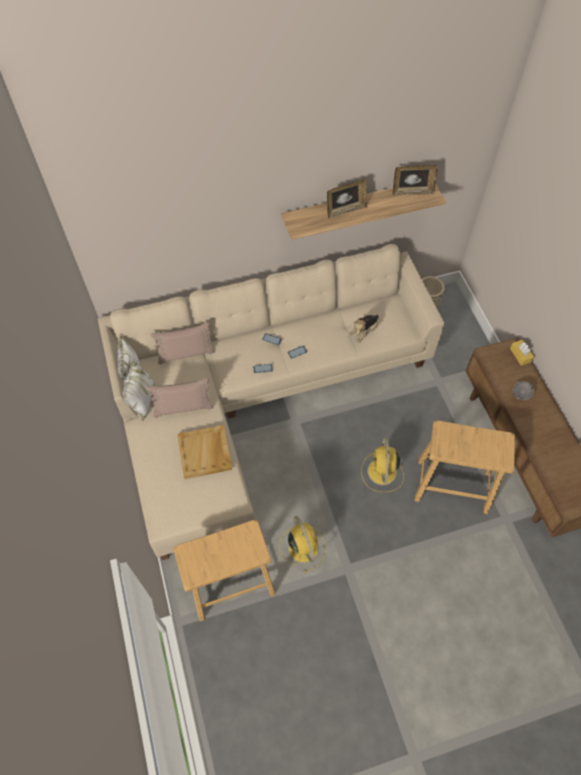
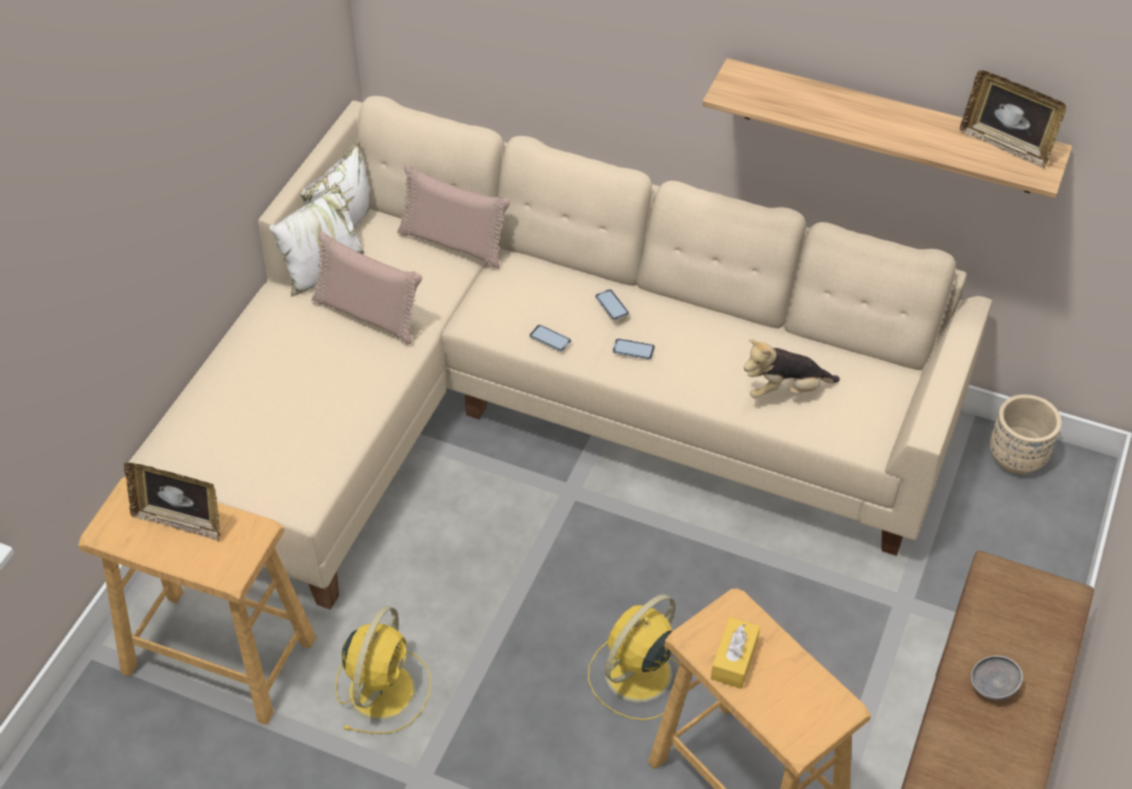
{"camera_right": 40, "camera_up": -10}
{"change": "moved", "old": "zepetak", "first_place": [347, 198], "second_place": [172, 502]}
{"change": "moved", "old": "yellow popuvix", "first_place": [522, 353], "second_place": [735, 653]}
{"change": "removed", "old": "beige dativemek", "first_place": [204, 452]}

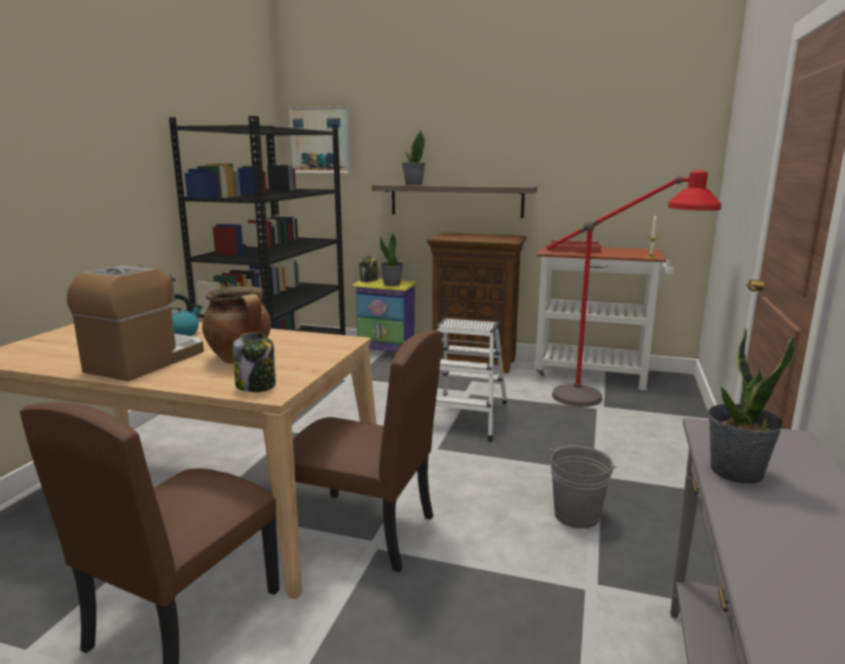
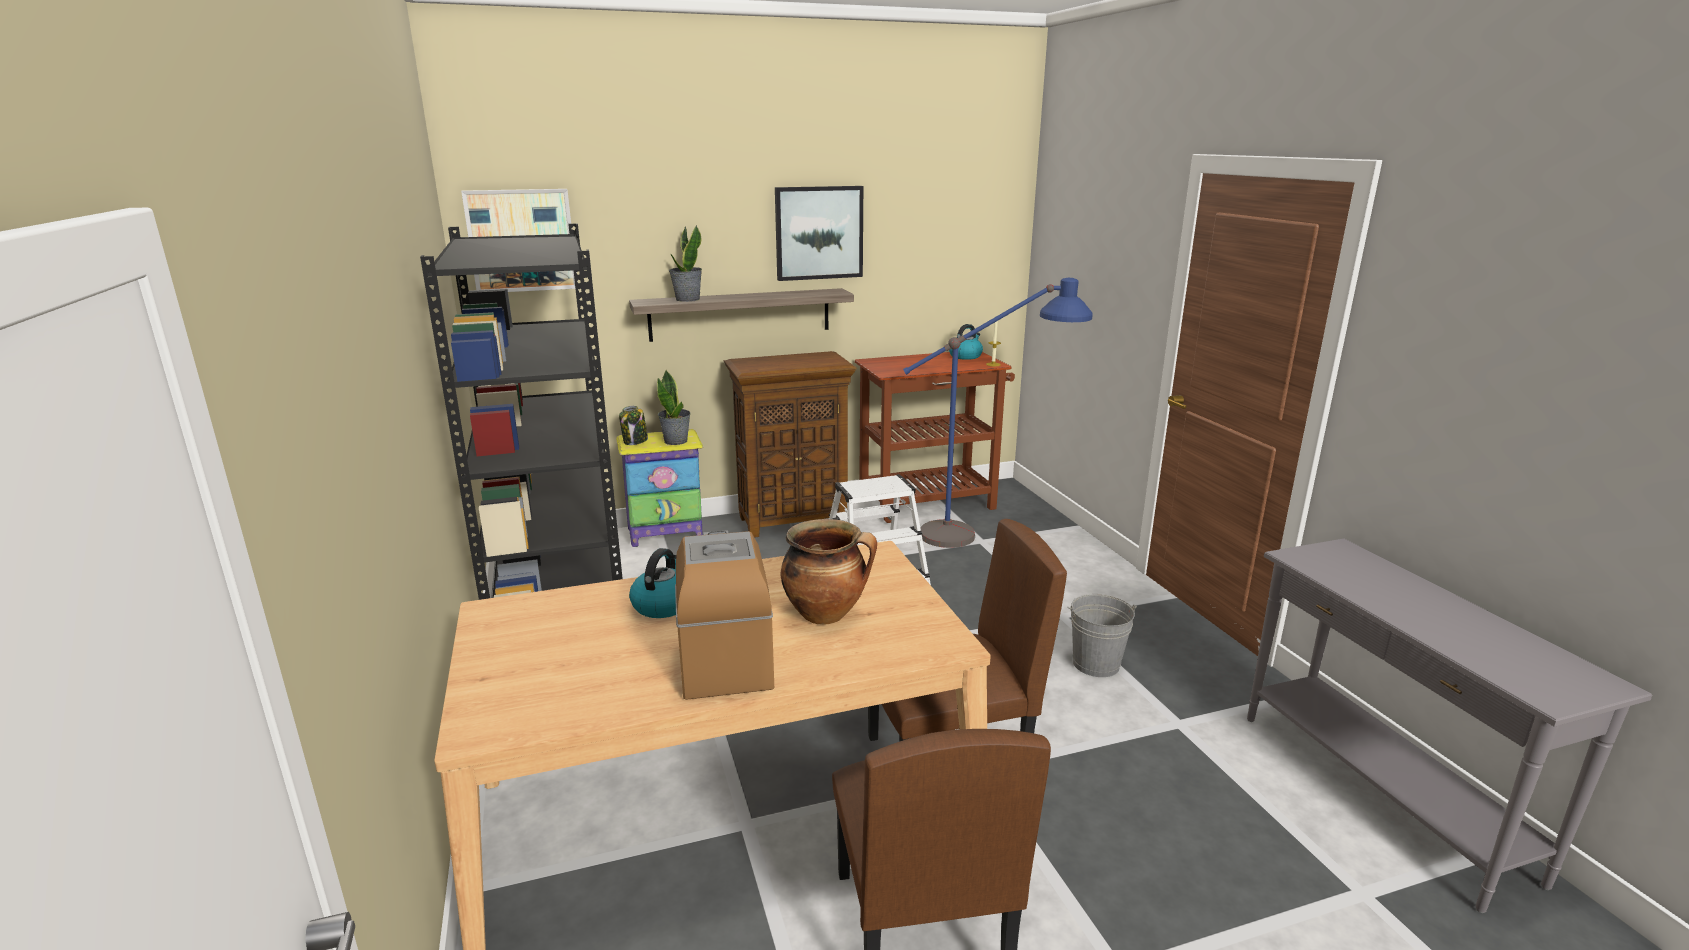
{"camera_right": -35, "camera_up": 5}
{"change": "added", "new": "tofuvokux", "second_place": [819, 233]}
{"change": "recoloured", "old": "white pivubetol", "new": "brown pivubetol", "first_place": [604, 318], "second_place": [935, 437]}
{"change": "recoloured", "old": "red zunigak", "new": "blue zunigak", "first_place": [633, 288], "second_place": [998, 413]}
{"change": "added", "new": "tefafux", "second_place": [966, 342]}
{"change": "removed", "old": "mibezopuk", "first_place": [254, 362]}
{"change": "removed", "old": "red dativemek", "first_place": [576, 246]}
{"change": "removed", "old": "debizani", "first_place": [752, 406]}

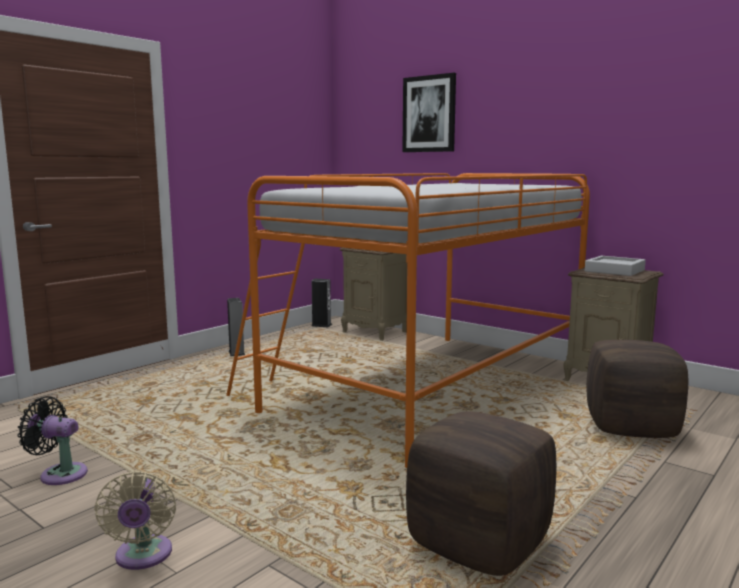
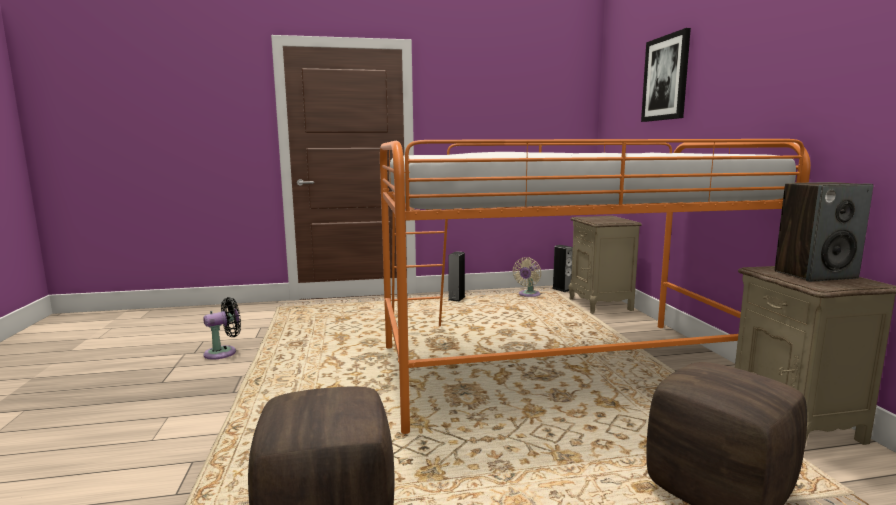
{"camera_right": 40, "camera_up": 0}
{"change": "turned", "old": "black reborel", "first_place": [53, 440], "second_place": [222, 328], "degrees": 90}
{"change": "moved", "old": "beige reborel", "first_place": [135, 520], "second_place": [527, 277]}
{"change": "replaced", "old": "grey dativemek", "new": "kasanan", "first_place": [615, 266], "second_place": [824, 232]}

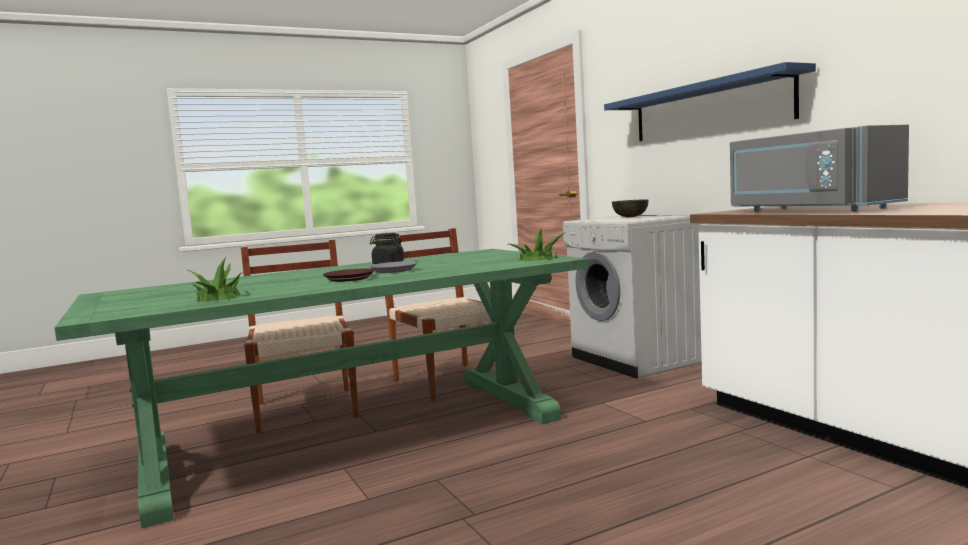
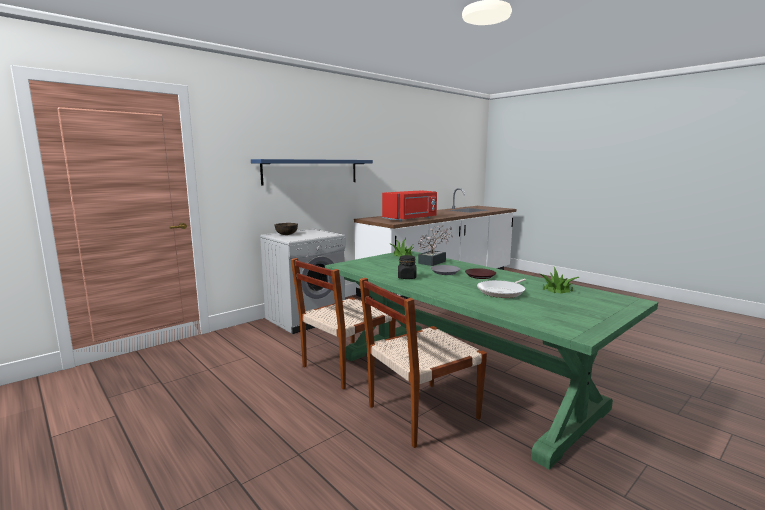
{"camera_right": -105, "camera_up": 5}
{"change": "recoloured", "old": "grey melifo", "new": "red melifo", "first_place": [819, 168], "second_place": [409, 205]}
{"change": "added", "new": "debizani", "second_place": [435, 245]}
{"change": "added", "new": "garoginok", "second_place": [501, 288]}

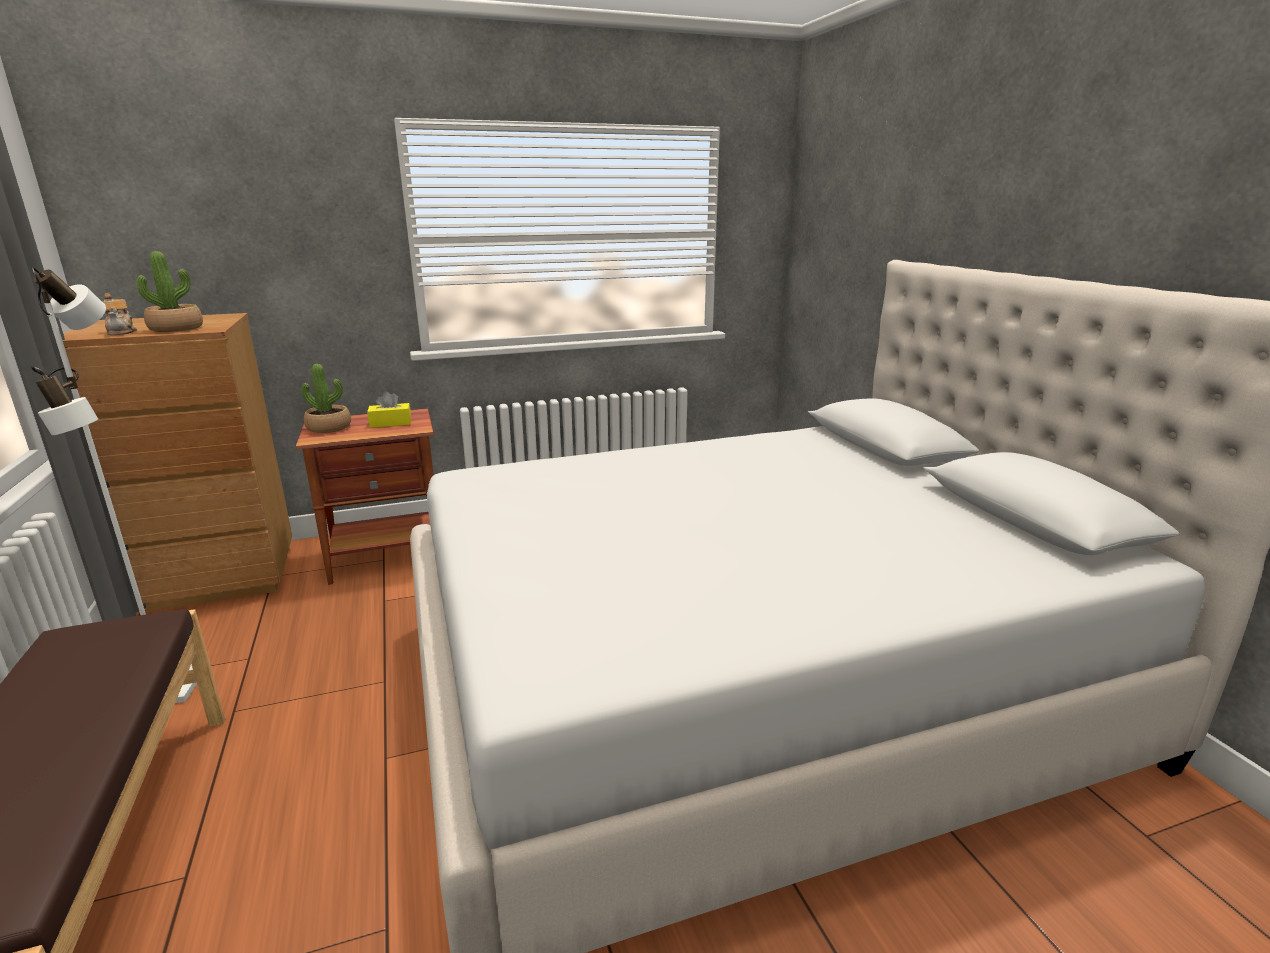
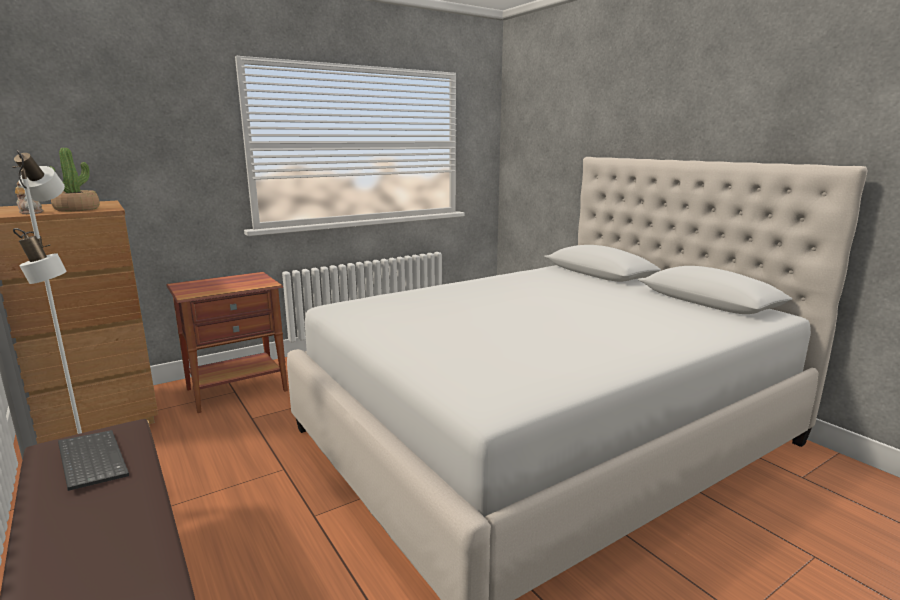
{"camera_right": -15, "camera_up": -5}
{"change": "added", "new": "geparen", "second_place": [93, 460]}
{"change": "removed", "old": "debizani", "first_place": [326, 398]}
{"change": "removed", "old": "yellow popuvix", "first_place": [389, 409]}

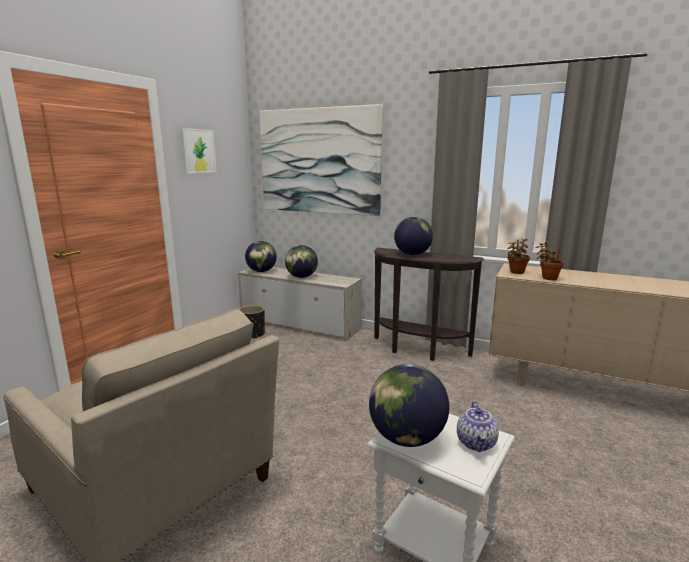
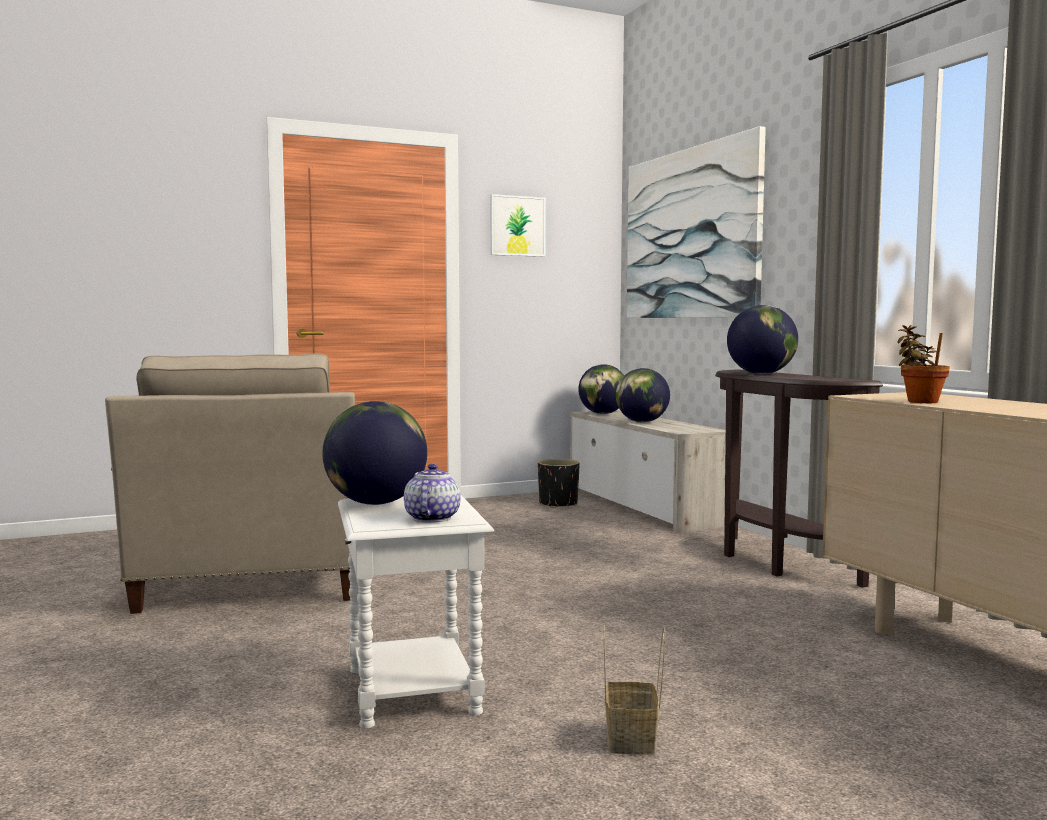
{"camera_right": 40, "camera_up": -10}
{"change": "turned", "old": "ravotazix", "first_place": [478, 426], "second_place": [432, 493], "degrees": 135}
{"change": "added", "new": "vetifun", "second_place": [634, 690]}
{"change": "removed", "old": "debizani", "first_place": [518, 256]}

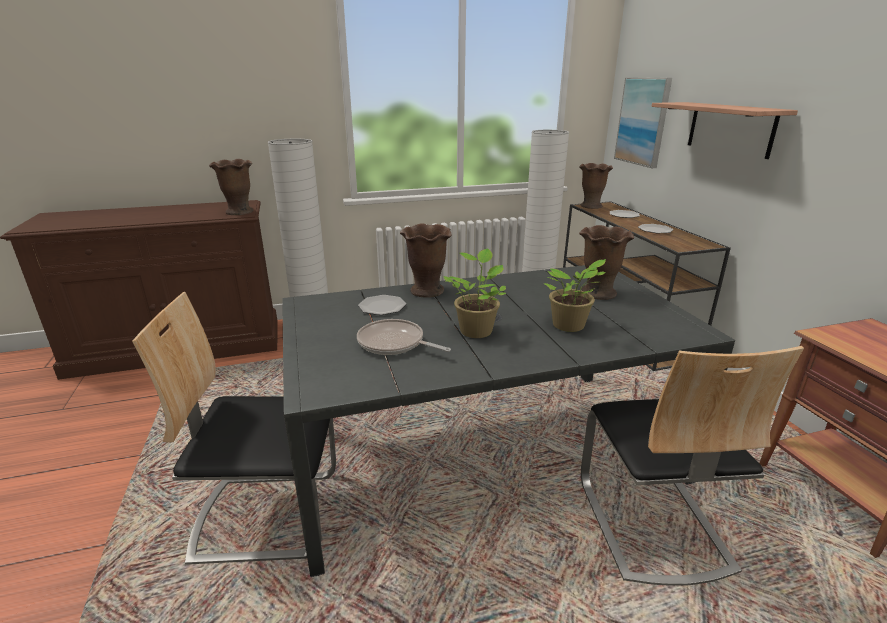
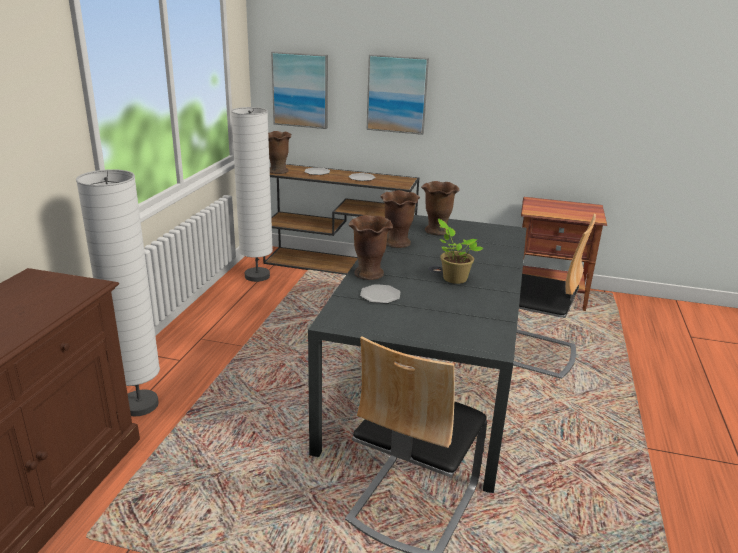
{"camera_right": -60, "camera_up": 0}
{"change": "replaced", "old": "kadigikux", "new": "tofuvokux", "first_place": [725, 130], "second_place": [398, 94]}
{"change": "moved", "old": "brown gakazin", "first_place": [231, 187], "second_place": [400, 219]}
{"change": "removed", "old": "garoginok", "first_place": [404, 337]}
{"change": "removed", "old": "debizani", "first_place": [575, 295]}

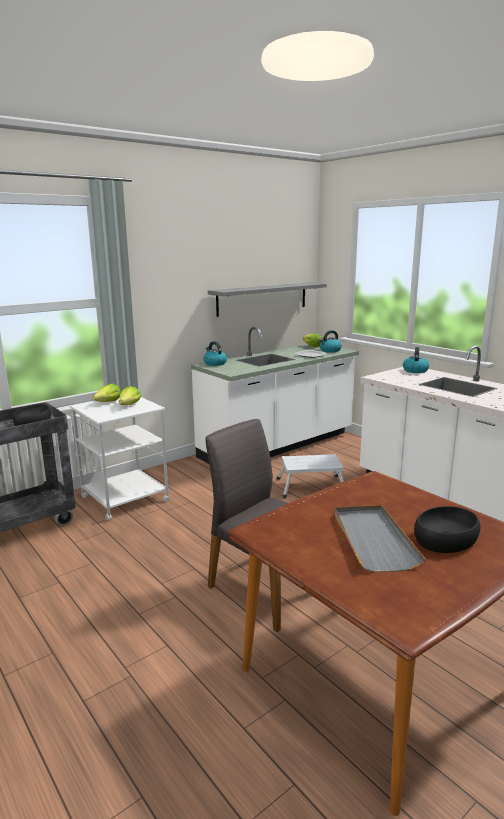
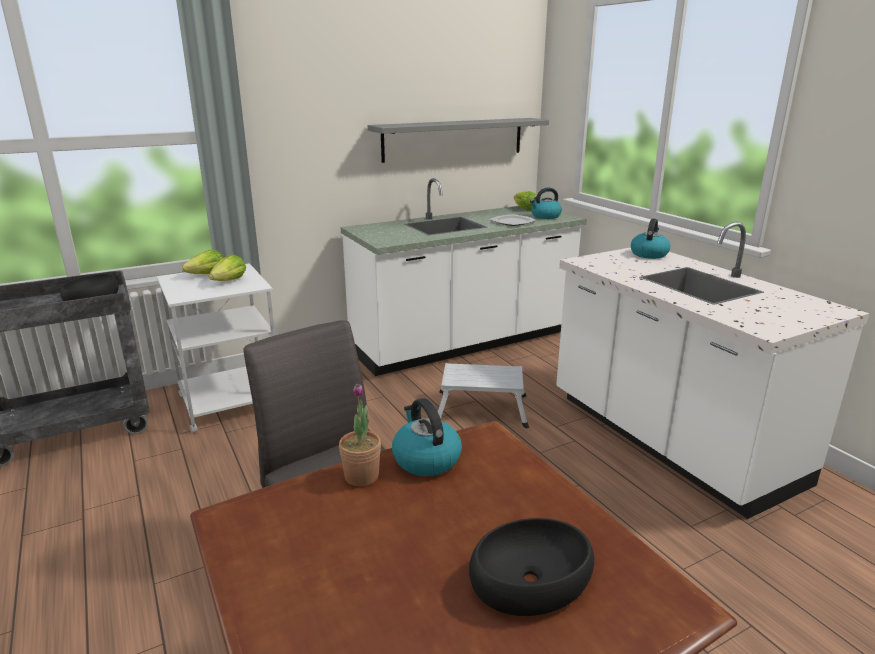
{"camera_right": 10, "camera_up": 5}
{"change": "added", "new": "debizani", "second_place": [360, 435]}
{"change": "moved", "old": "tefafux", "first_place": [215, 353], "second_place": [427, 437]}
{"change": "removed", "old": "grey dativemek", "first_place": [380, 538]}

